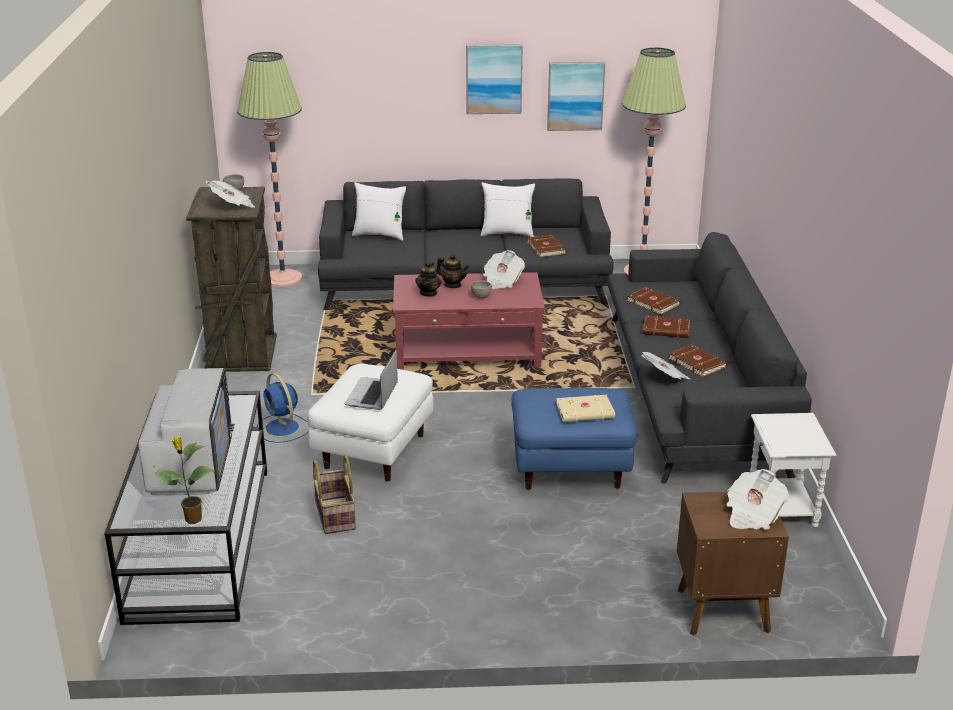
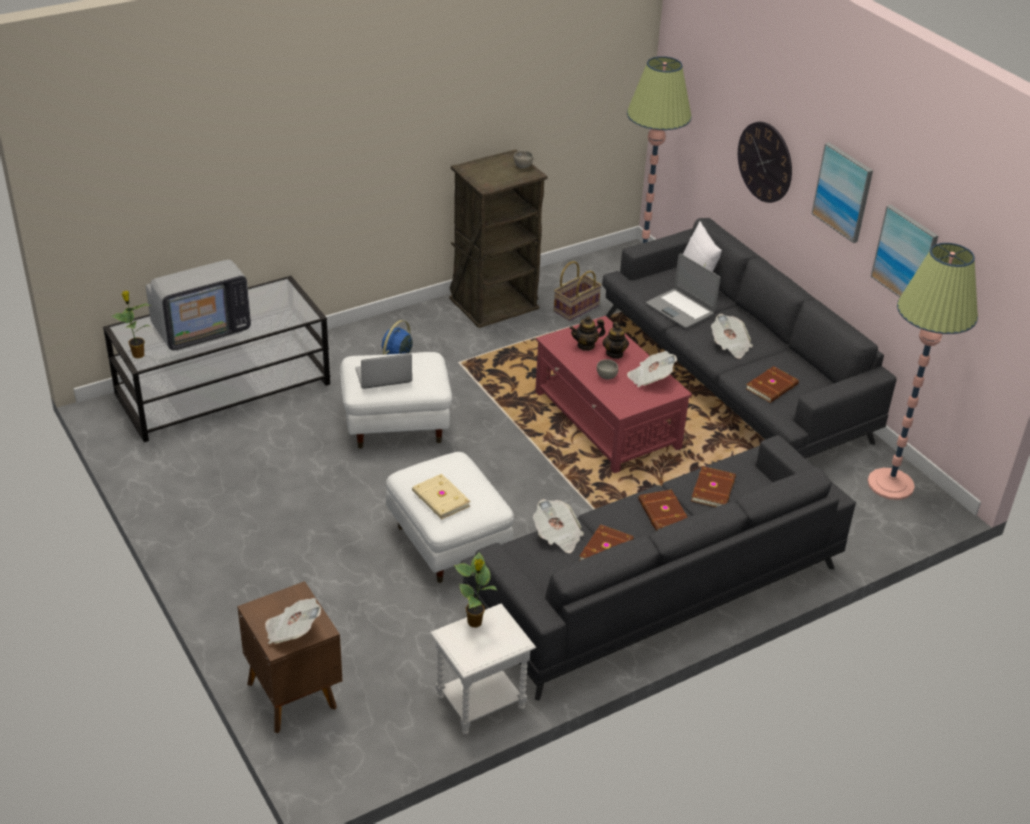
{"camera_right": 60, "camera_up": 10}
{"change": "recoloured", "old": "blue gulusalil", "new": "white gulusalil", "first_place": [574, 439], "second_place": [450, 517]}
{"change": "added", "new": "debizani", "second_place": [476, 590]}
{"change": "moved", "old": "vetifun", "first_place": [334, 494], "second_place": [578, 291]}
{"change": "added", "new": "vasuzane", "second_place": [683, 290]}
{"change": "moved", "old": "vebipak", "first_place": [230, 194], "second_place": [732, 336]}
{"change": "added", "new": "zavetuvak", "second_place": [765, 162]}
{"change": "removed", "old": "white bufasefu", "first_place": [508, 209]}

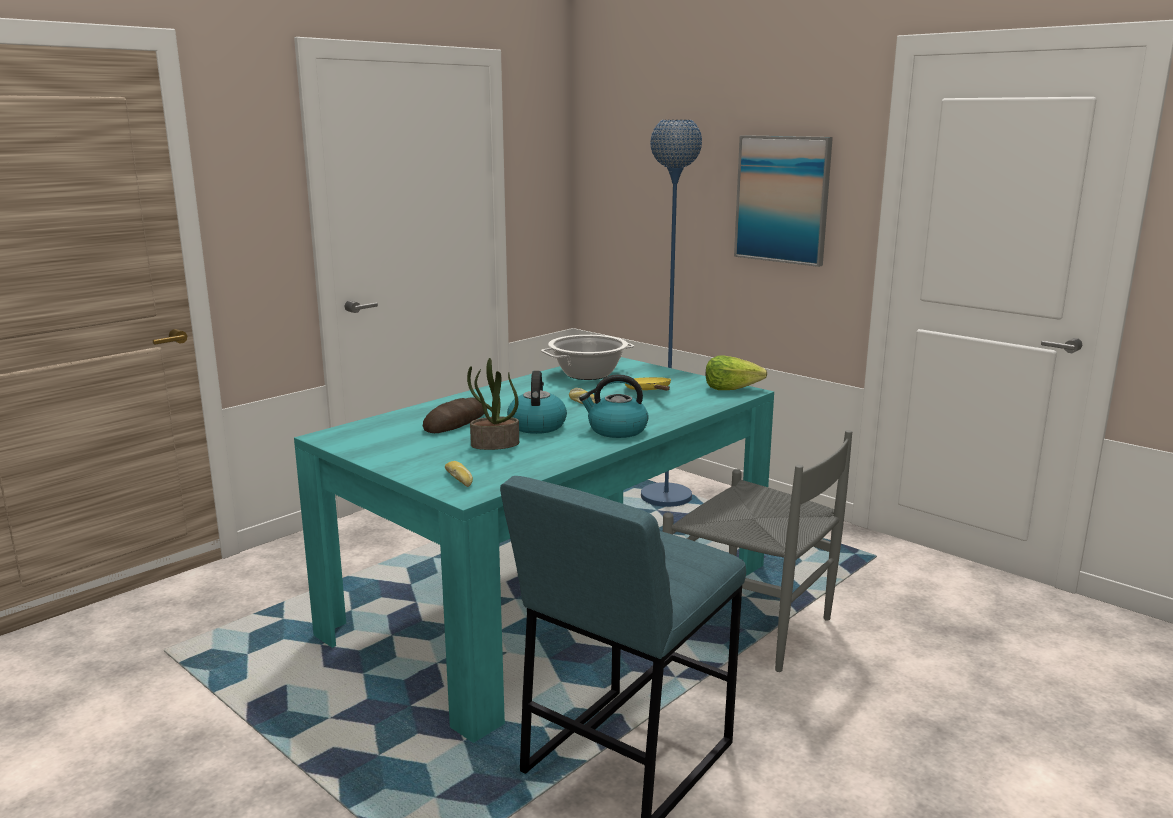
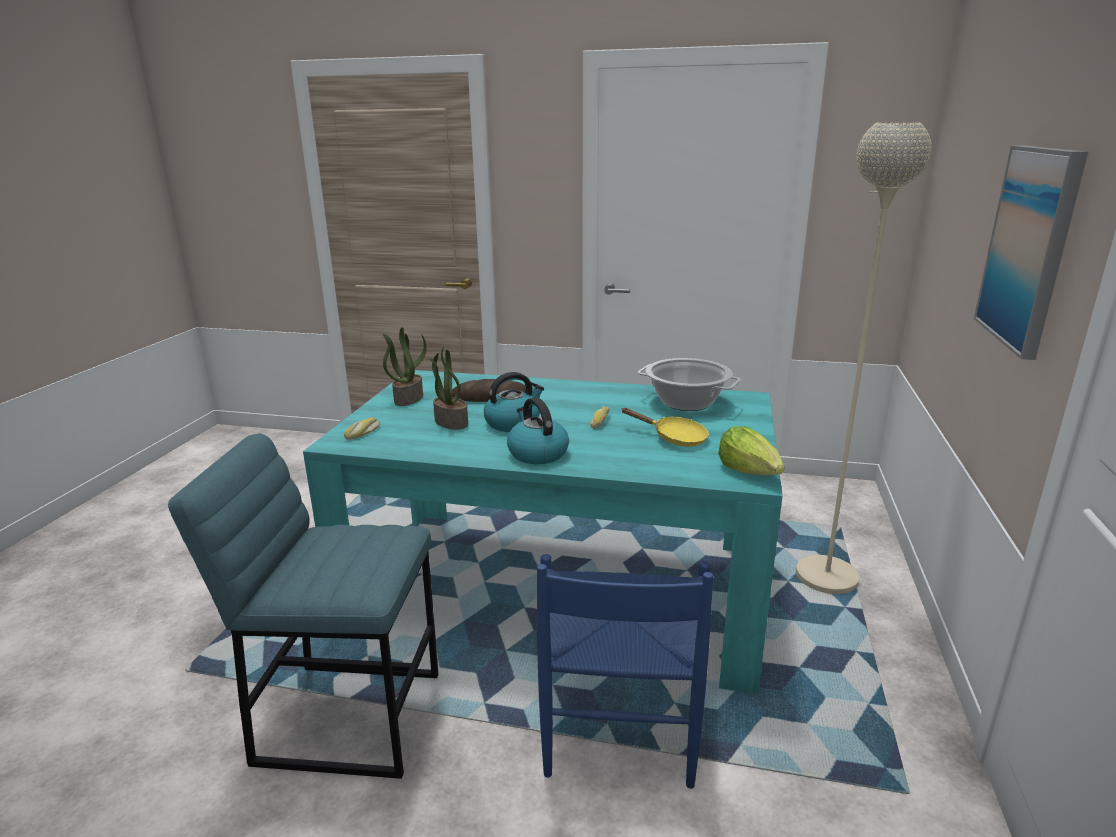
{"camera_right": 60, "camera_up": 5}
{"change": "added", "new": "debizani", "second_place": [405, 366]}
{"change": "recoloured", "old": "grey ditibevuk", "new": "blue ditibevuk", "first_place": [757, 551], "second_place": [625, 671]}
{"change": "turned", "old": "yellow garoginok", "first_place": [647, 383], "second_place": [665, 427], "degrees": 75}
{"change": "recoloured", "old": "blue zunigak", "new": "beige zunigak", "first_place": [671, 313], "second_place": [863, 358]}

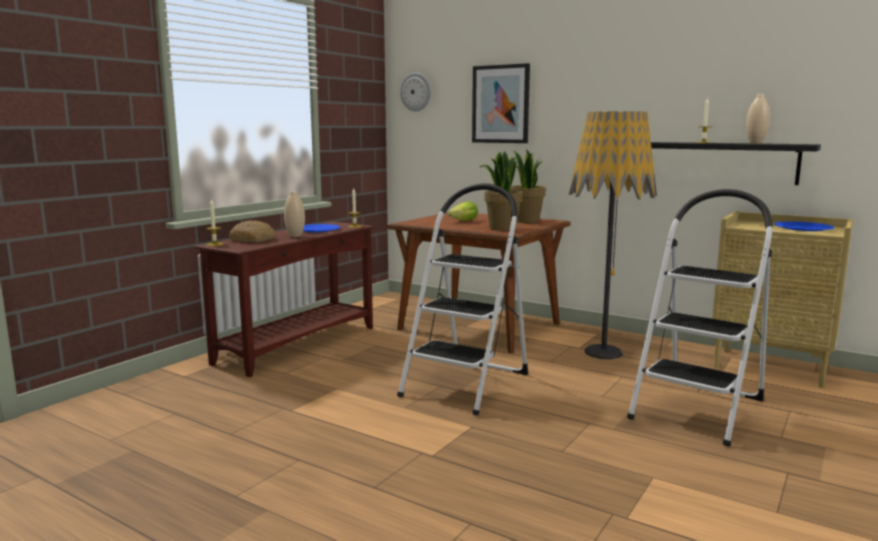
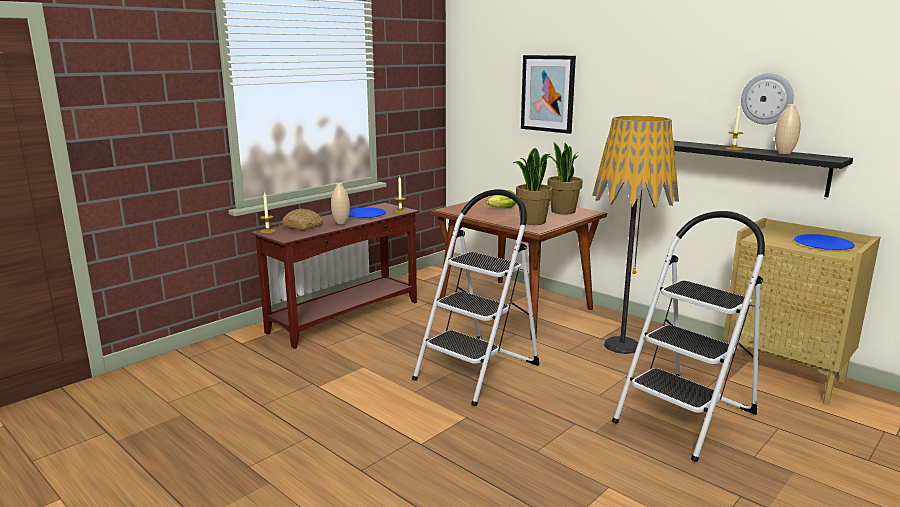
{"camera_right": 10, "camera_up": 5}
{"change": "moved", "old": "zavetuvak", "first_place": [415, 91], "second_place": [767, 99]}

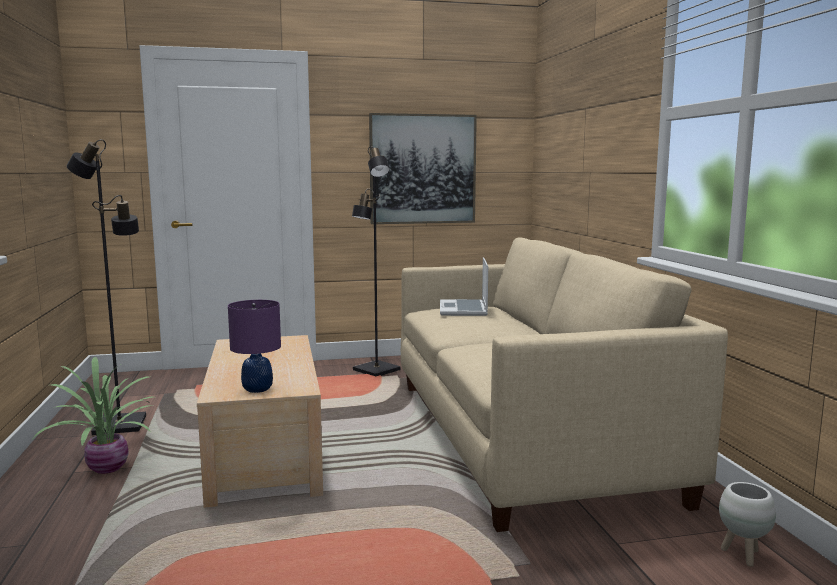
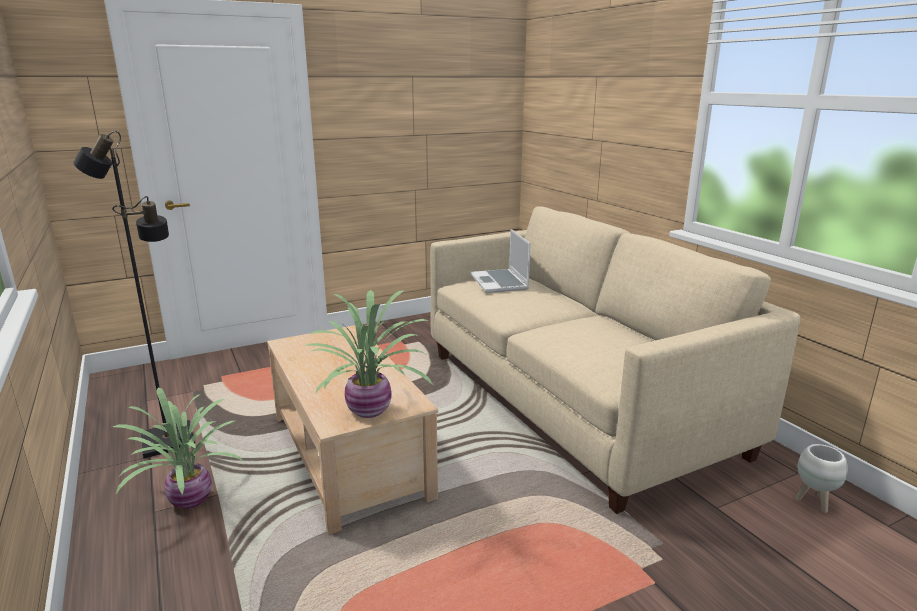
{"camera_right": -15, "camera_up": 10}
{"change": "replaced", "old": "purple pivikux", "new": "debizani", "first_place": [254, 346], "second_place": [368, 354]}
{"change": "removed", "old": "black zunigak", "first_place": [376, 261]}
{"change": "removed", "old": "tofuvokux", "first_place": [423, 168]}

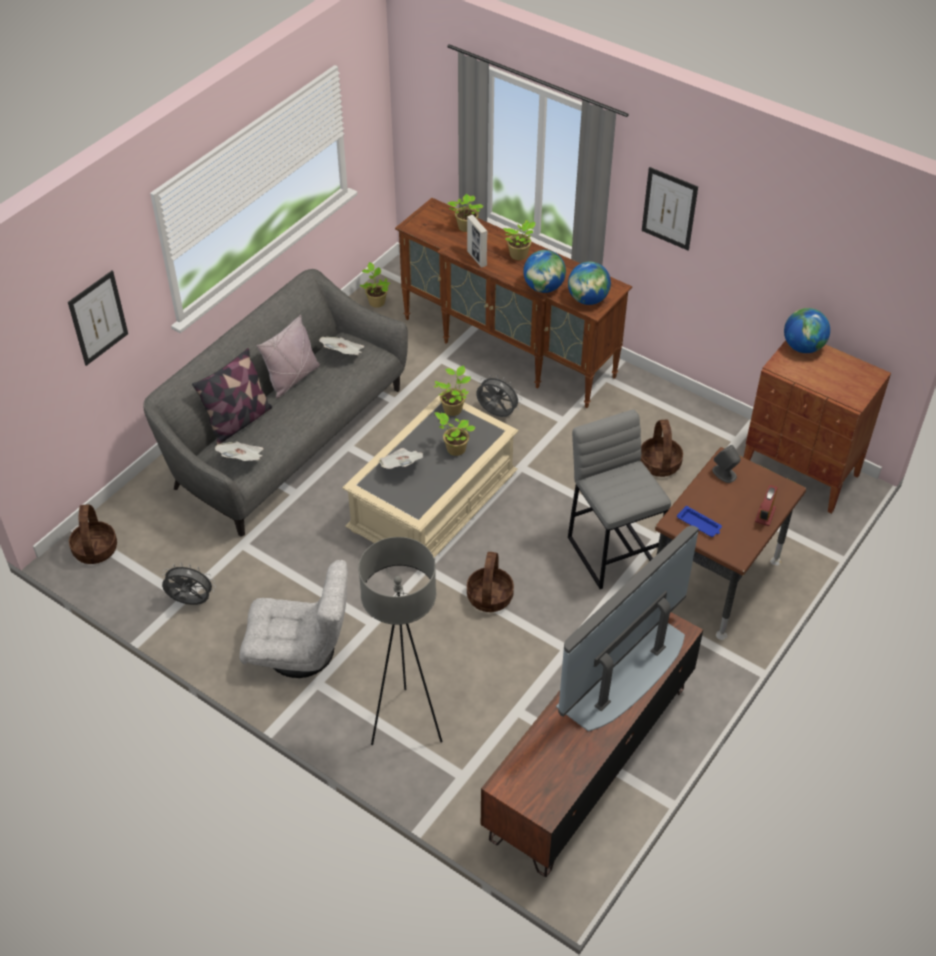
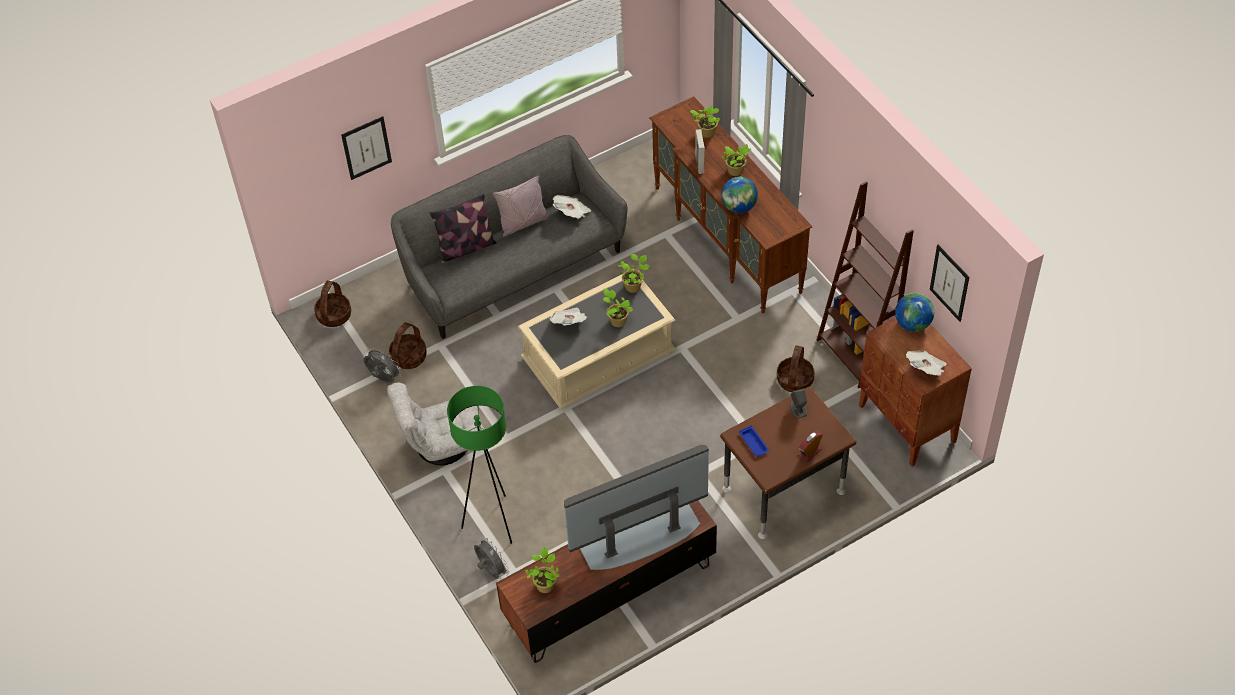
{"camera_right": 25, "camera_up": 5}
{"change": "turned", "old": "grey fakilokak", "first_place": [293, 619], "second_place": [435, 424], "degrees": 135}
{"change": "moved", "old": "vetifun", "first_place": [490, 582], "second_place": [408, 346]}
{"change": "recoloured", "old": "grey zunigak", "new": "green zunigak", "first_place": [400, 641], "second_place": [479, 465]}
{"change": "moved", "old": "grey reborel", "first_place": [499, 395], "second_place": [491, 558]}
{"change": "moved", "old": "debizani", "first_place": [375, 285], "second_place": [542, 570]}
{"change": "added", "new": "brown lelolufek", "second_place": [865, 285]}
{"change": "moved", "old": "vebipak", "first_place": [239, 451], "second_place": [926, 363]}
{"change": "moved", "old": "tofuvokux", "first_place": [670, 208], "second_place": [949, 283]}
{"change": "removed", "old": "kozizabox", "first_place": [589, 283]}
{"change": "removed", "old": "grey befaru", "first_place": [619, 499]}

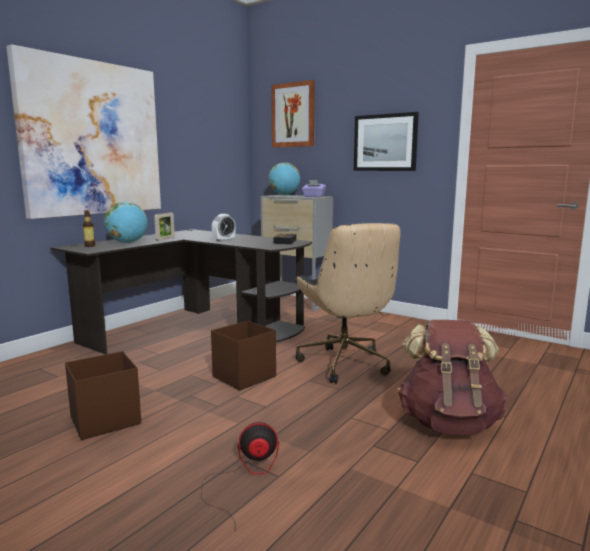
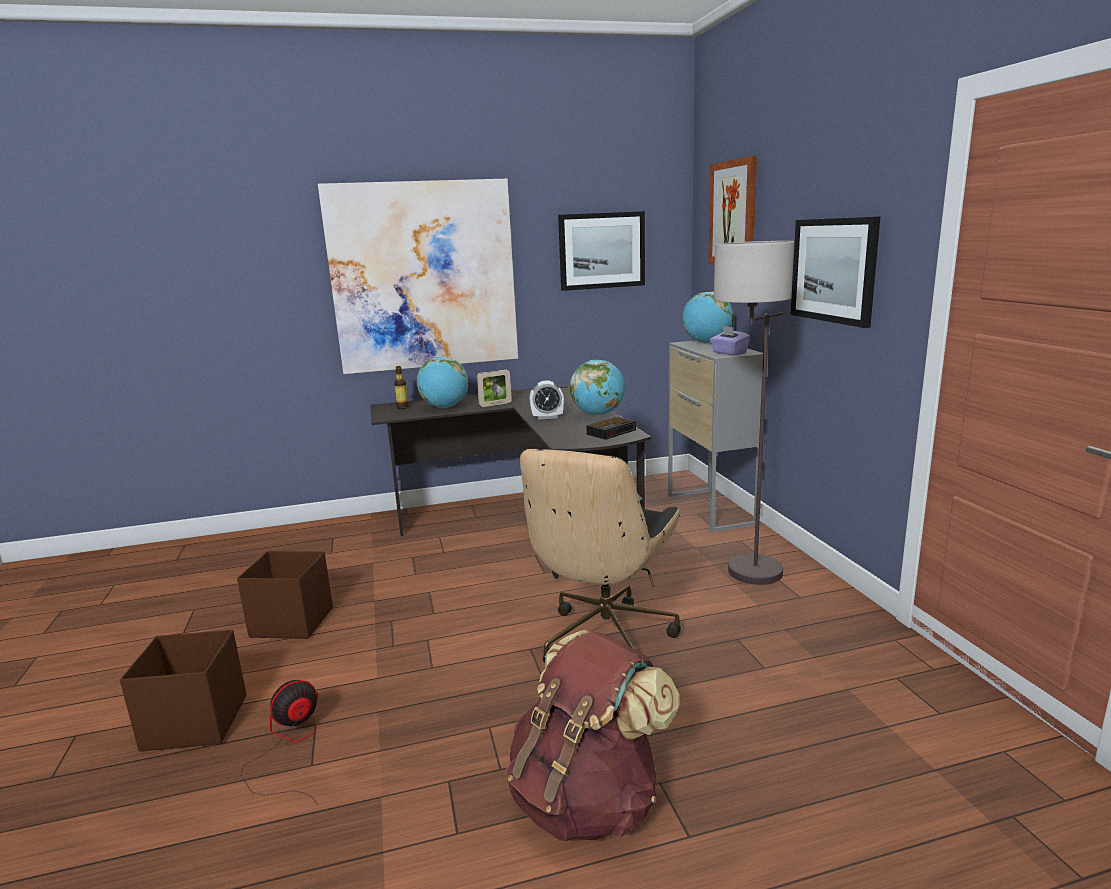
{"camera_right": 40, "camera_up": 5}
{"change": "moved", "old": "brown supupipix", "first_place": [243, 355], "second_place": [183, 691]}
{"change": "turned", "old": "reborel", "first_place": [240, 472], "second_place": [279, 742], "degrees": -75}
{"change": "added", "new": "tofuvokux", "second_place": [601, 251]}
{"change": "added", "new": "kozizabox", "second_place": [597, 387]}
{"change": "added", "new": "grey zunigak", "second_place": [754, 413]}

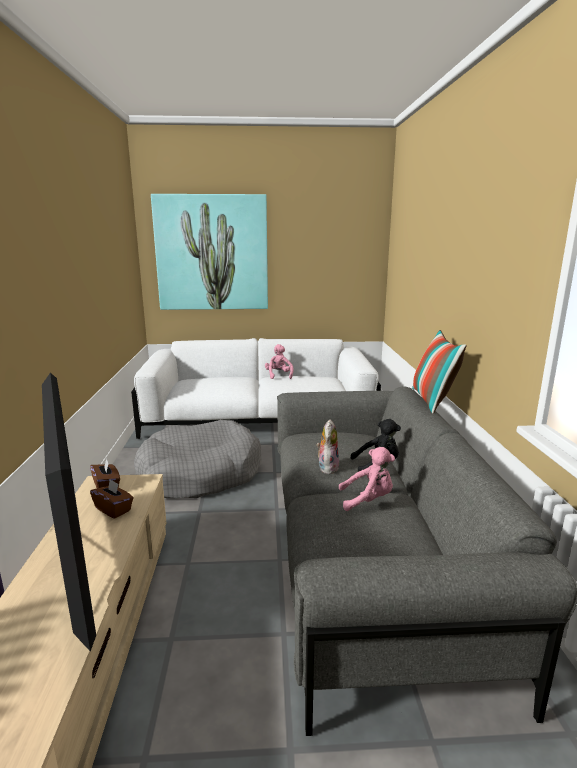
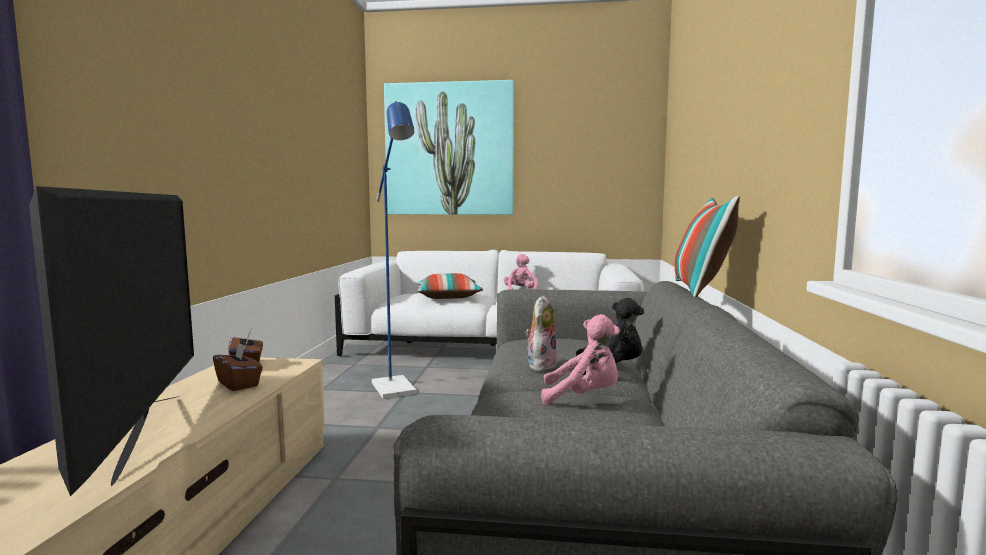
{"camera_right": 10, "camera_up": -10}
{"change": "replaced", "old": "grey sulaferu", "new": "blue zunigak", "first_place": [198, 459], "second_place": [394, 250]}
{"change": "added", "new": "bufasefu", "second_place": [450, 286]}

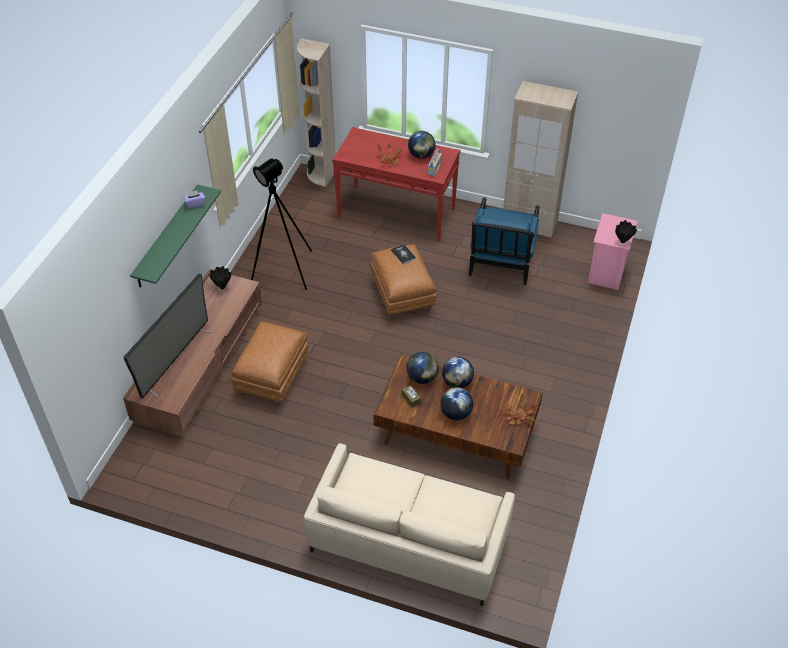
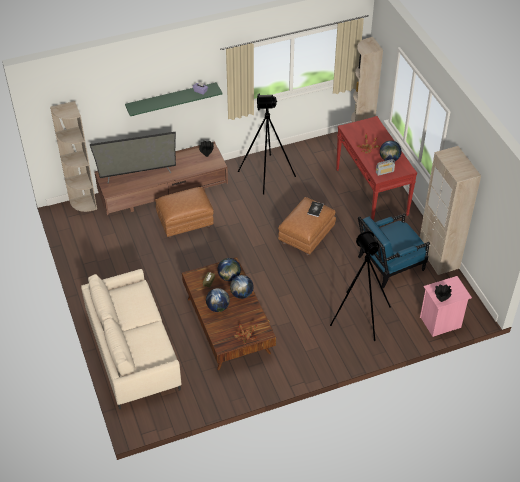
{"camera_right": 50, "camera_up": 0}
{"change": "added", "new": "beige lelolufek", "second_place": [73, 156]}
{"change": "added", "new": "black zunigak", "second_place": [360, 286]}

